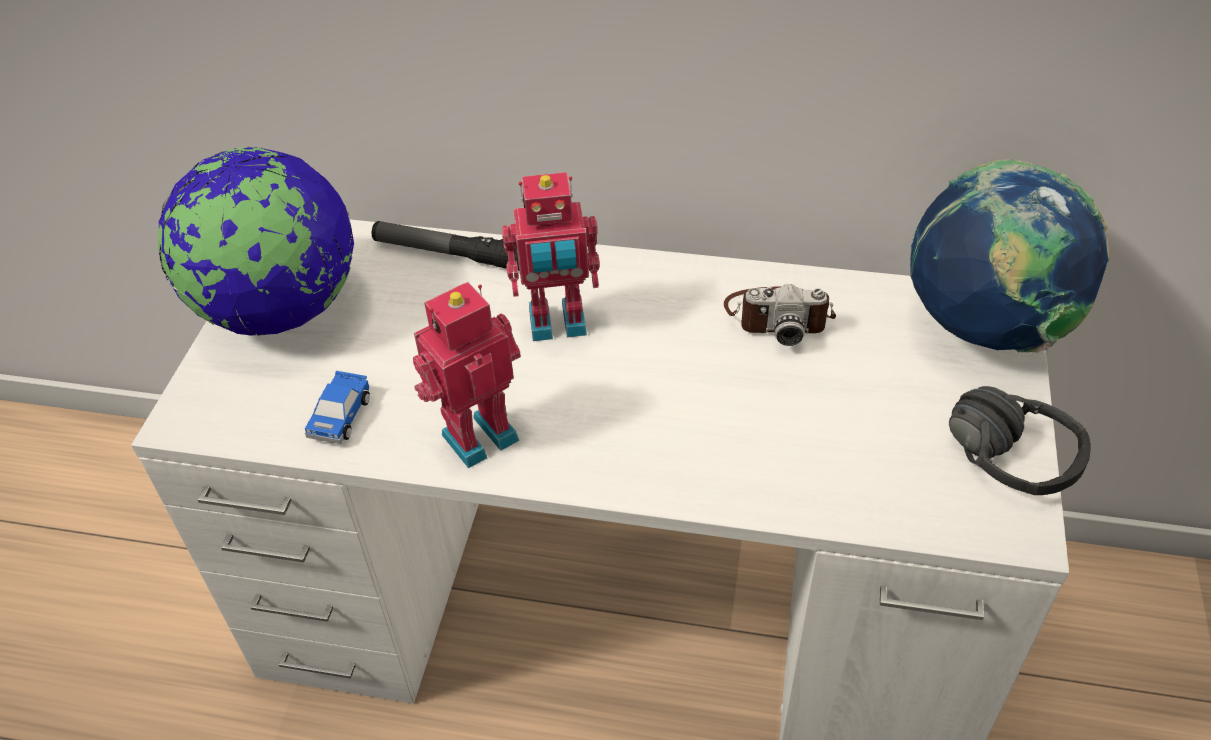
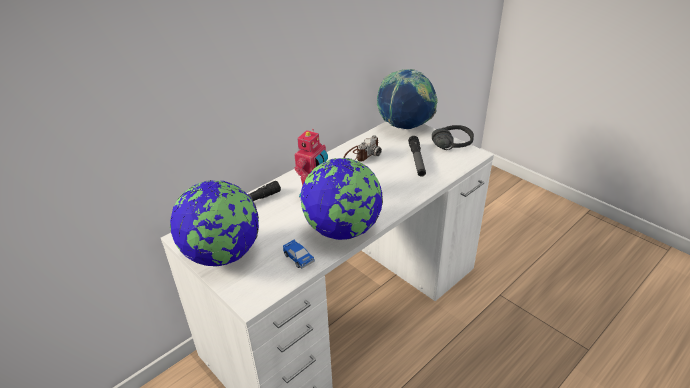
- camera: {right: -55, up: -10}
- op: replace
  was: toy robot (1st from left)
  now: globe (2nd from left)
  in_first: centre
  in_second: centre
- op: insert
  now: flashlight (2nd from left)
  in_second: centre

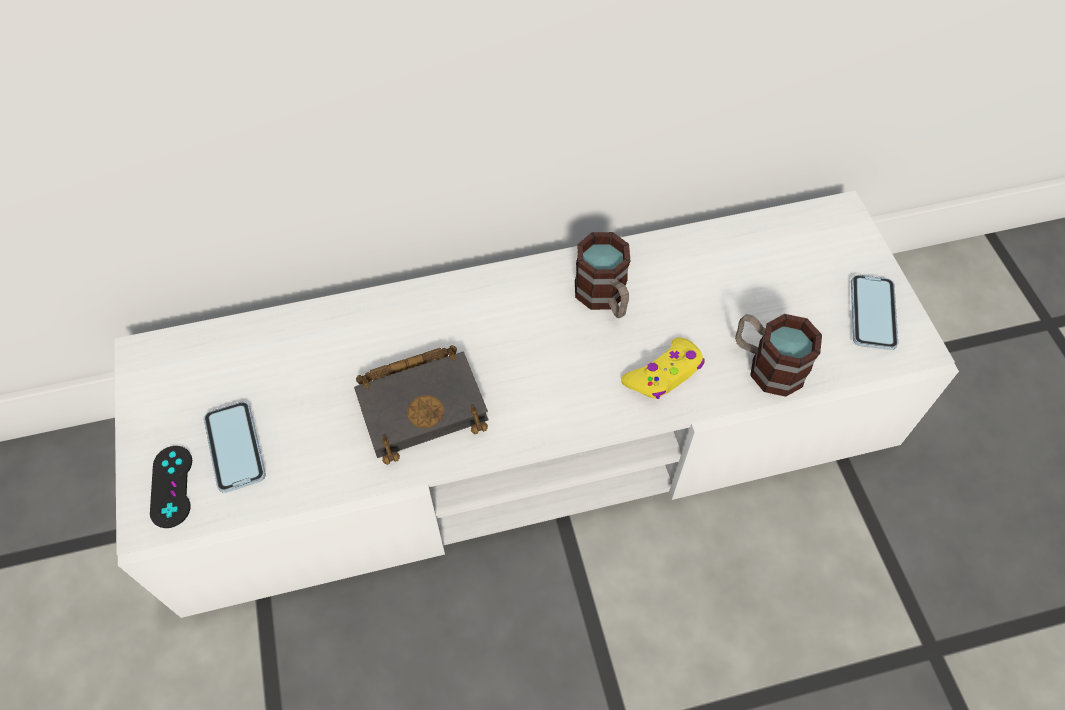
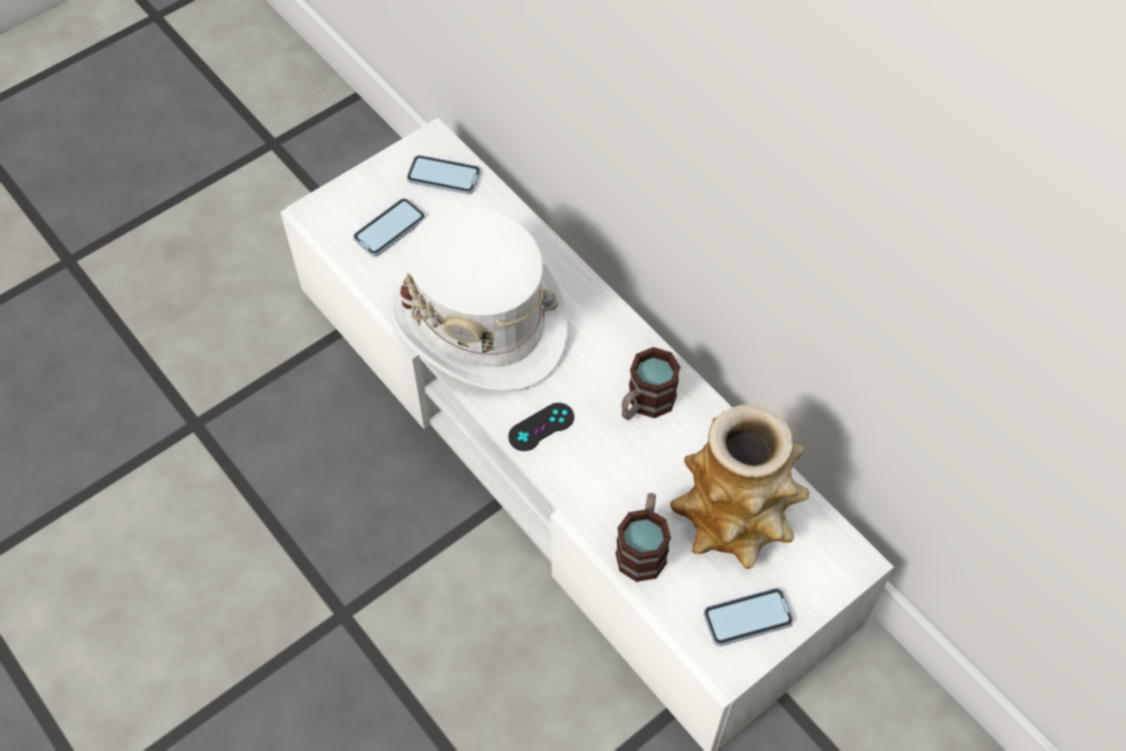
- camera: {right: 65, up: 0}
- op: replace
  was: black book
  now: white hat
  in_first: centre
  in_second: centre
- op: insert
  now: phone (2nd from left)
  in_second: top centre
- op: move
  was: black game controller
  in_first: bottom left
  in_second: centre
- op: insert
  now: vase
  in_second: centre
- op: delete
  was: yellow game controller
  in_first: centre

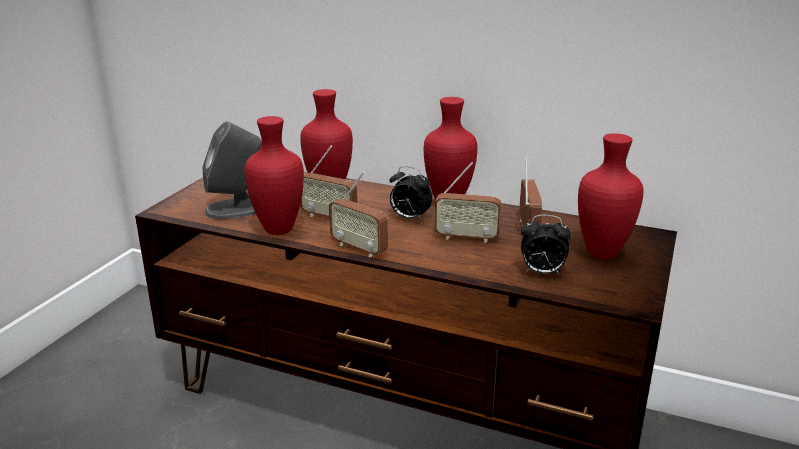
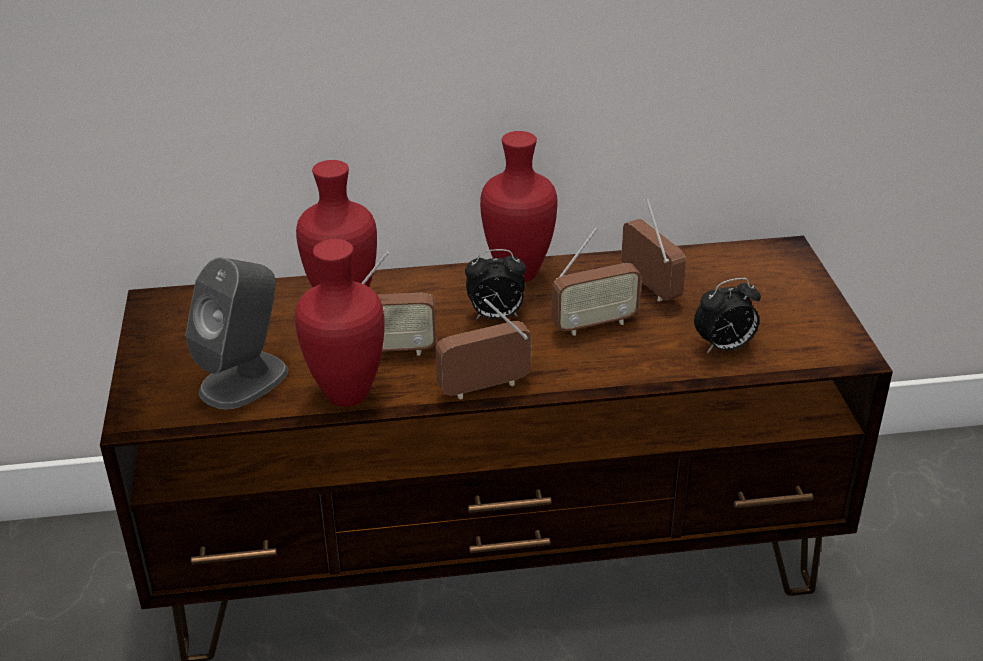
- camera: {right: -30, up: 10}
- op: rotate
  was: radio (2nd from left)
  in_first: centre
  in_second: centre
  clockwise: 150
- op: delete
  was: red vase (4th from left)
  in_first: middle right

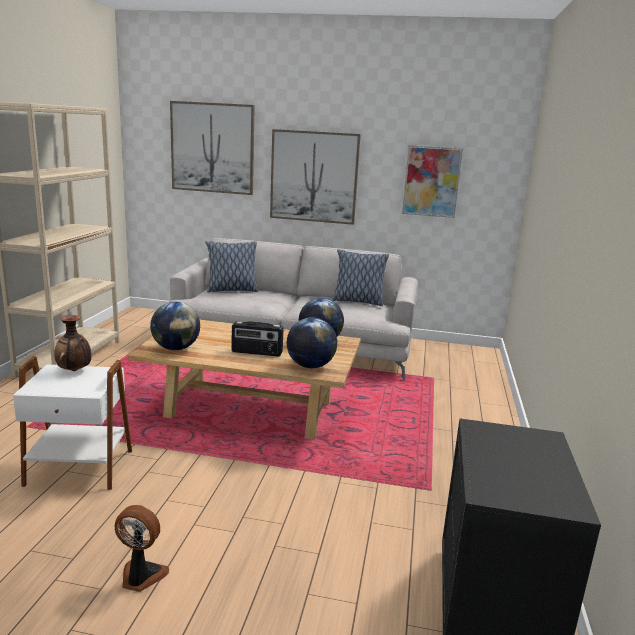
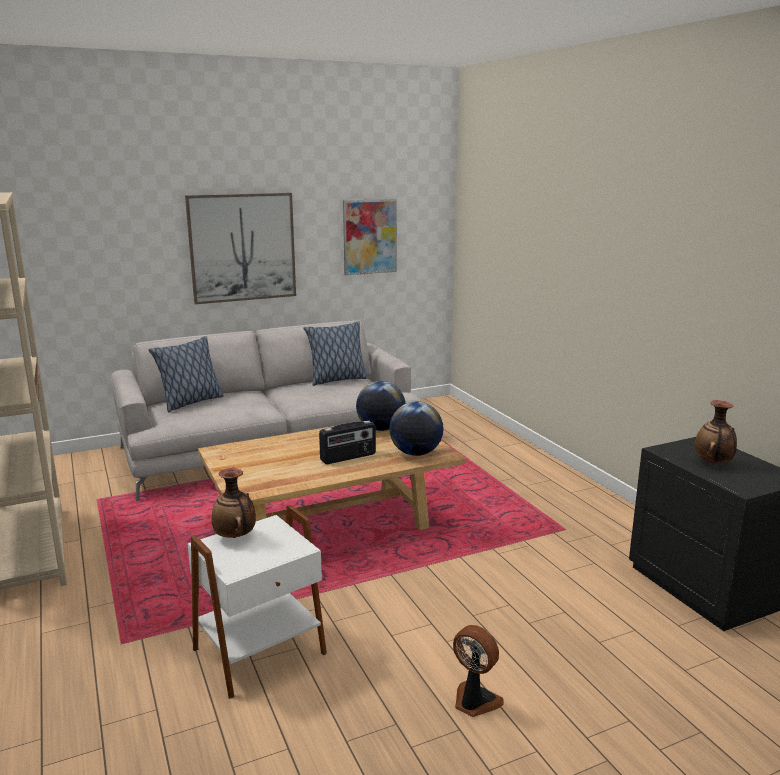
- camera: {right: -35, up: 0}
- op: rotate
  was: fan
  in_first: bottom left
  in_second: bottom centre
  clockwise: 60
- op: insert
  now: vase (2nd from left)
  in_second: middle right
- op: delete
  was: globe (1st from left)
  in_first: middle left
- op: delete
  was: picture (1st from left)
  in_first: top centre

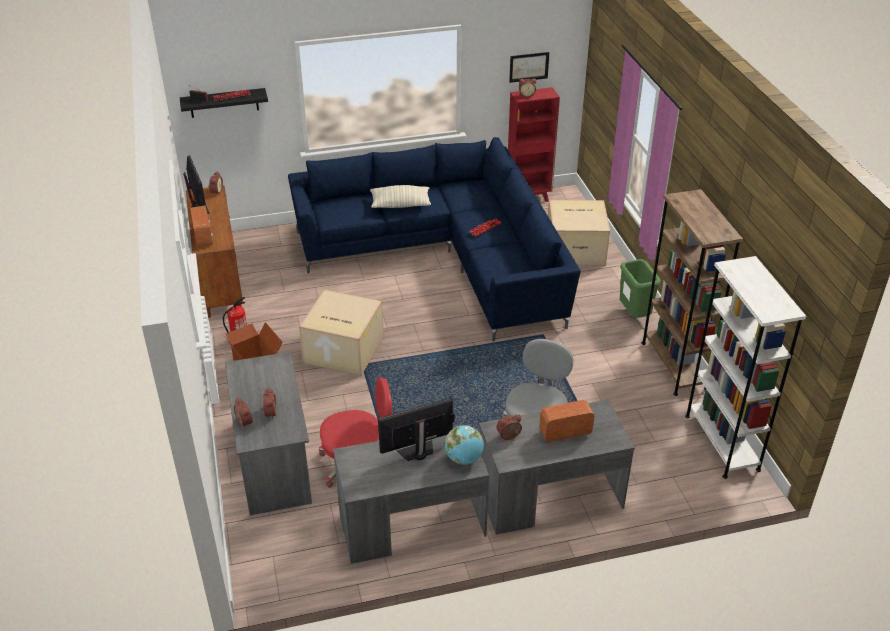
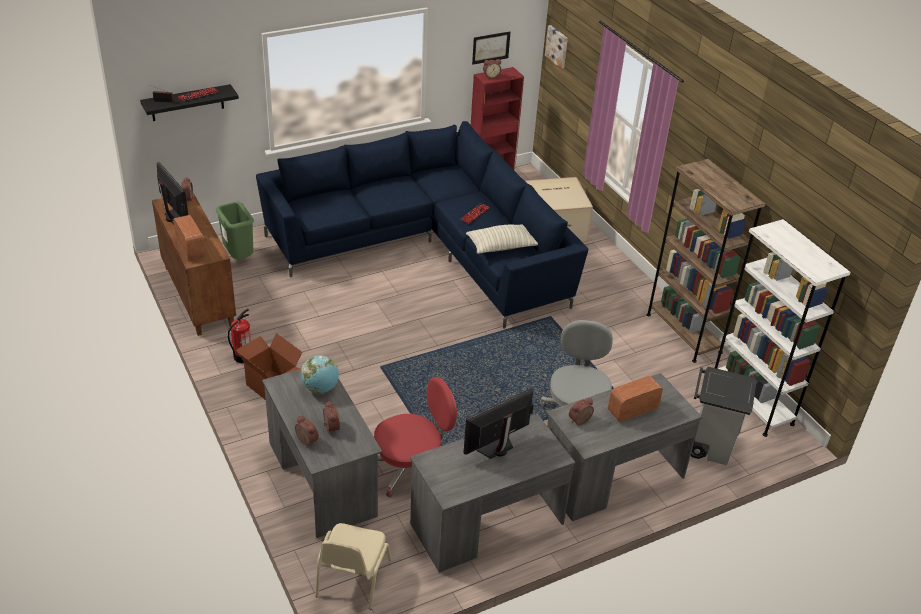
- camera: {right: -15, up: 0}
- op: move
  was: green trash can
  in_first: middle right
  in_second: middle left
- op: move
  was: globe
  in_first: bottom centre
  in_second: centre
- op: insert
  now: beige chair
  in_second: bottom centre
- op: move
  was: pillow
  in_first: top centre
  in_second: centre
- op: insert
  now: picture (2nd from left)
  in_second: top centre
- op: insert
  now: grey trash can
  in_second: bottom right
- op: delete
  was: cardboard box (2nd from left)
  in_first: centre

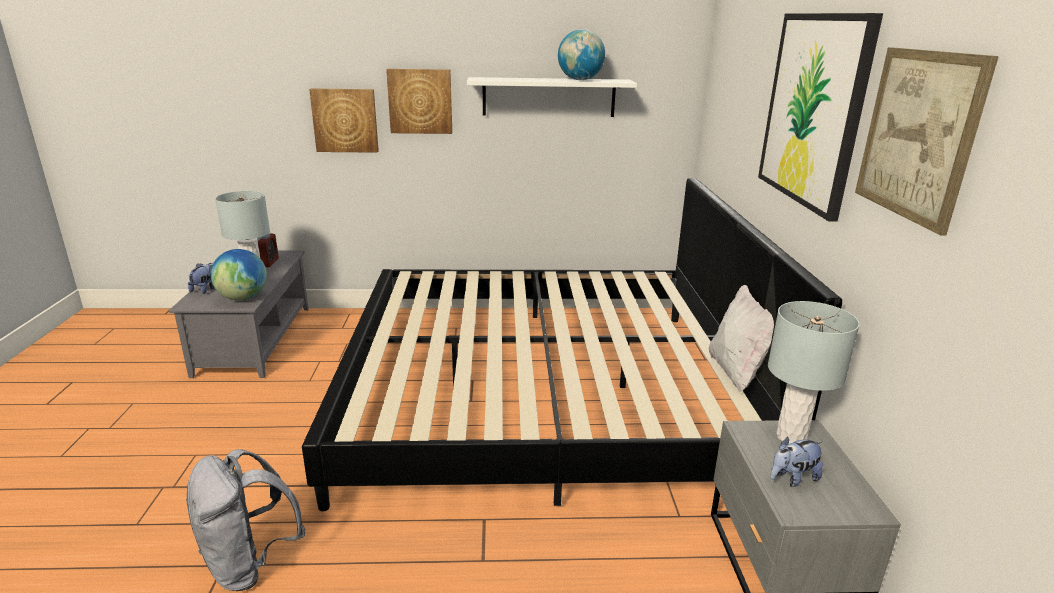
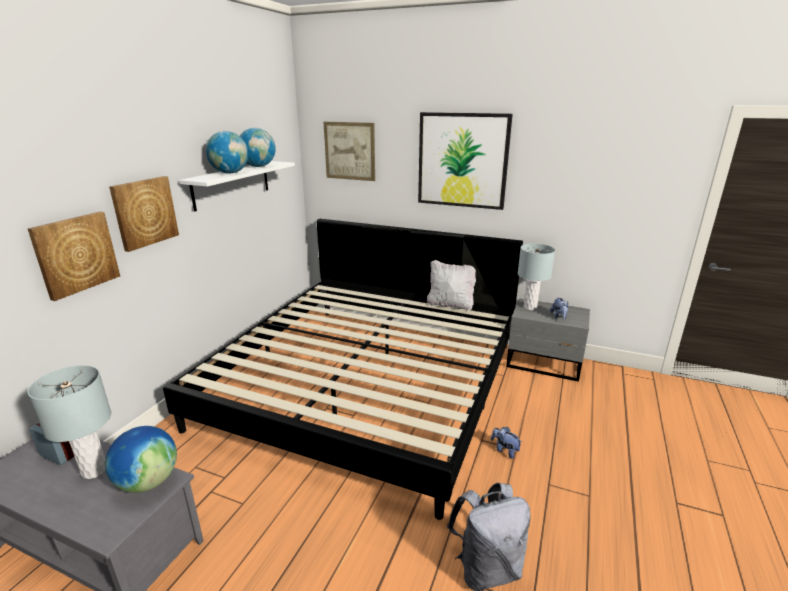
- camera: {right: -65, up: 0}
- op: insert
  now: globe (2nd from left)
  in_second: top left
- op: move
  was: picture (4th from left in the first image)
  now: picture (3rd from left)
  in_first: top right
  in_second: top centre
- op: move
  was: plush toy (1st from left)
  in_first: middle left
  in_second: bottom centre

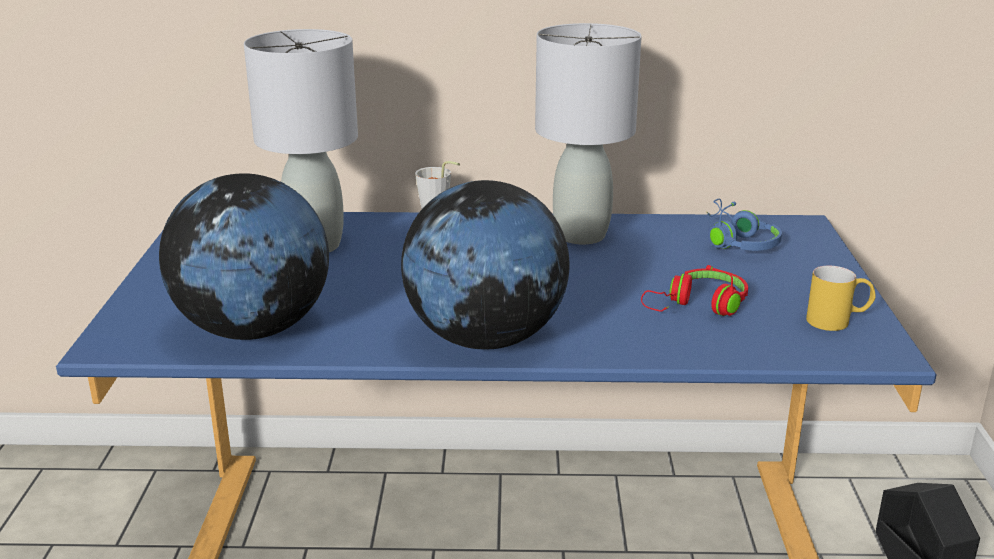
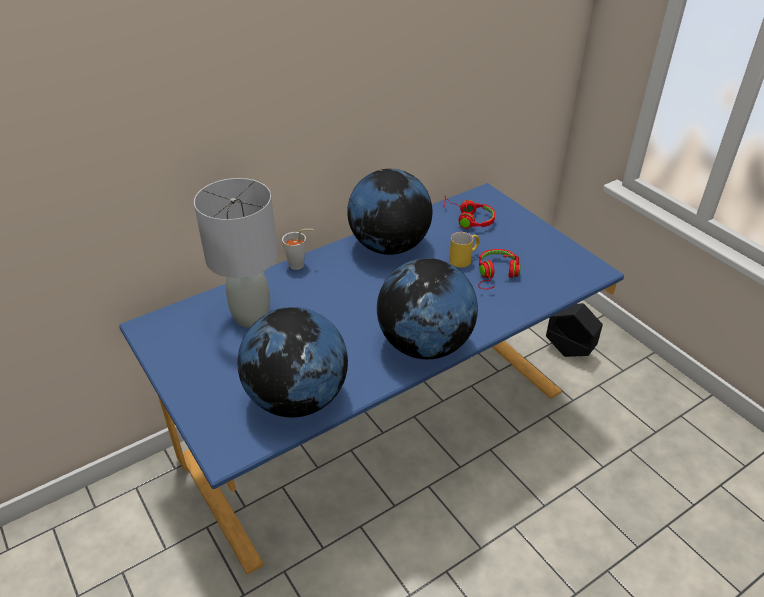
- camera: {right: -35, up: 15}
- op: replace
  was: grey table lamp (2nd from left)
  now: globe (2nd from left)
  in_first: top centre
  in_second: centre
- op: recolor
  was: blue headphones
  now: red headphones (1st from left)
  in_first: middle right
  in_second: centre
- op: move
  was: yellow mug
  in_first: middle right
  in_second: centre

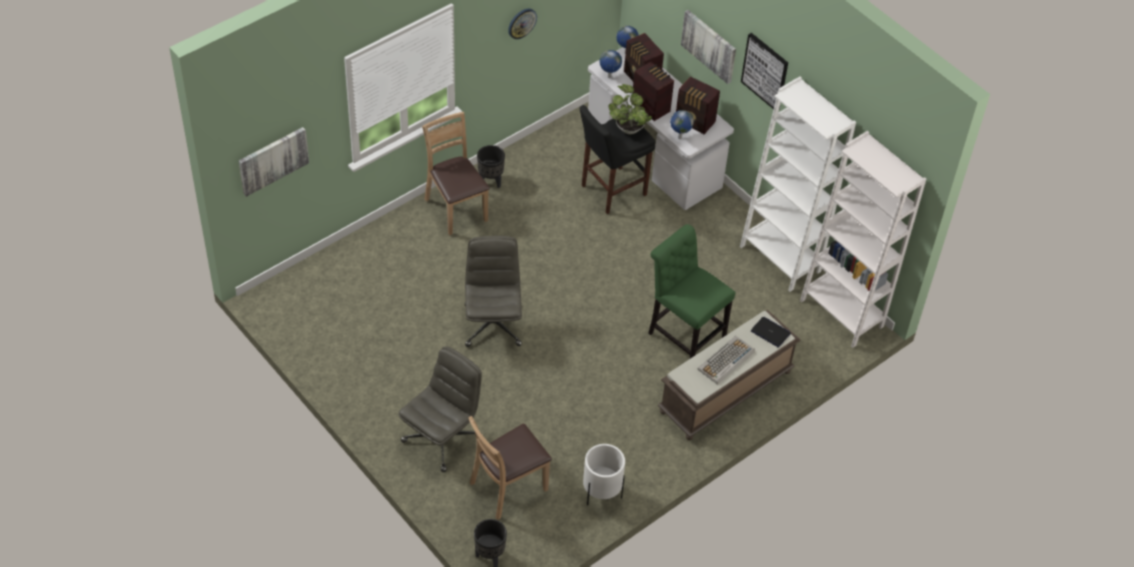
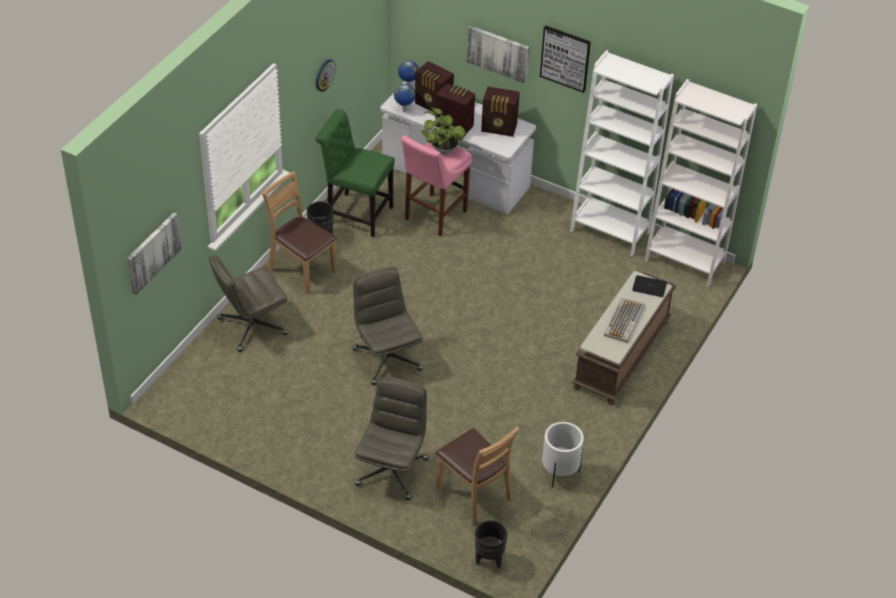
- camera: {right: -20, up: -5}
- op: insert
  now: grey office chair (1st from left)
  in_second: middle left
- op: move
  was: green chair
  in_first: centre
  in_second: top centre
- op: recolor
  was: black stool
  now: pink stool
  in_first: top centre
  in_second: top centre
- op: rotate
  was: brown chair (2nd from left)
  in_first: bottom centre
  in_second: bottom centre
  clockwise: -75
- op: delete
  was: globe (3rd from left)
  in_first: top centre

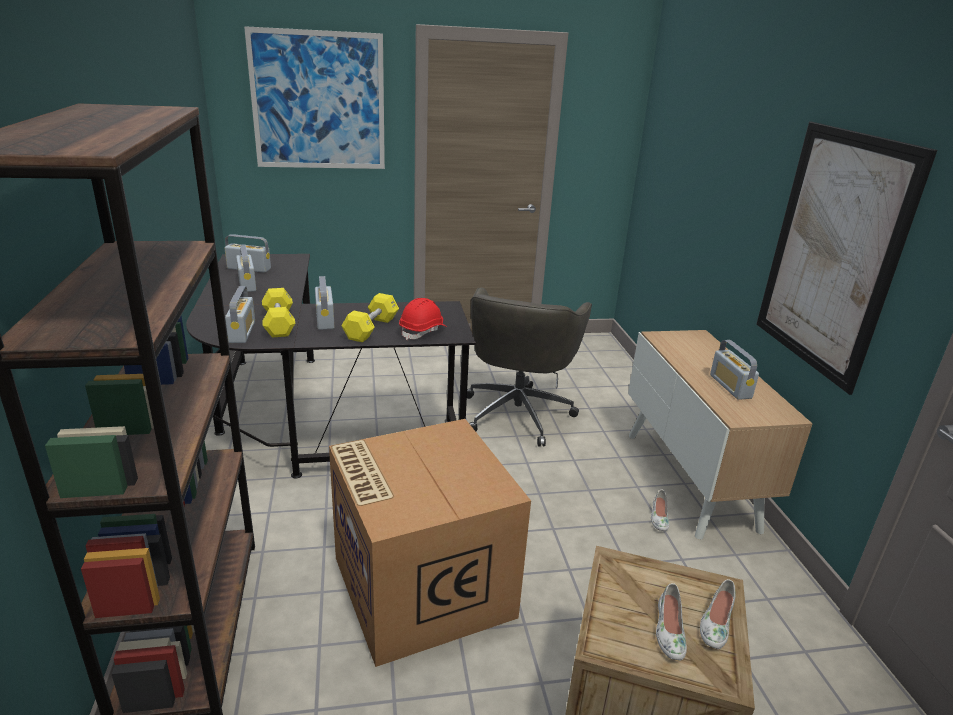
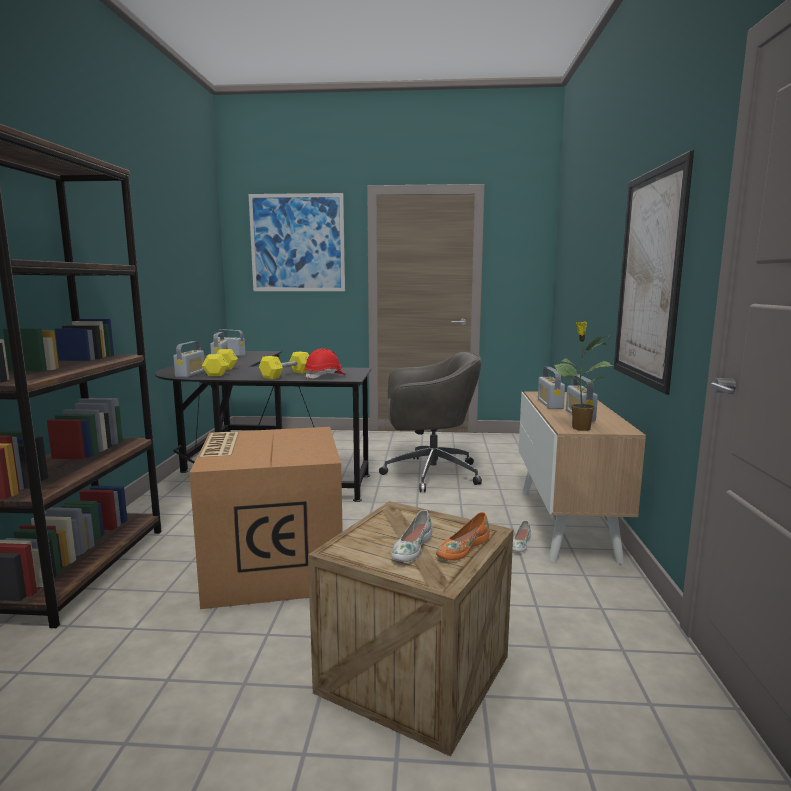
- camera: {right: 15, up: -15}
- op: rotate
  was: grey office chair
  in_first: centre
  in_second: centre
  clockwise: -120
- op: recolor
  was: white shoe (3rd from left)
  now: orange shoe
  in_first: bottom right
  in_second: bottom centre
- op: move
  was: radio (4th from left)
  in_first: centre
  in_second: middle right
- op: insert
  now: potted plant
  in_second: middle right

